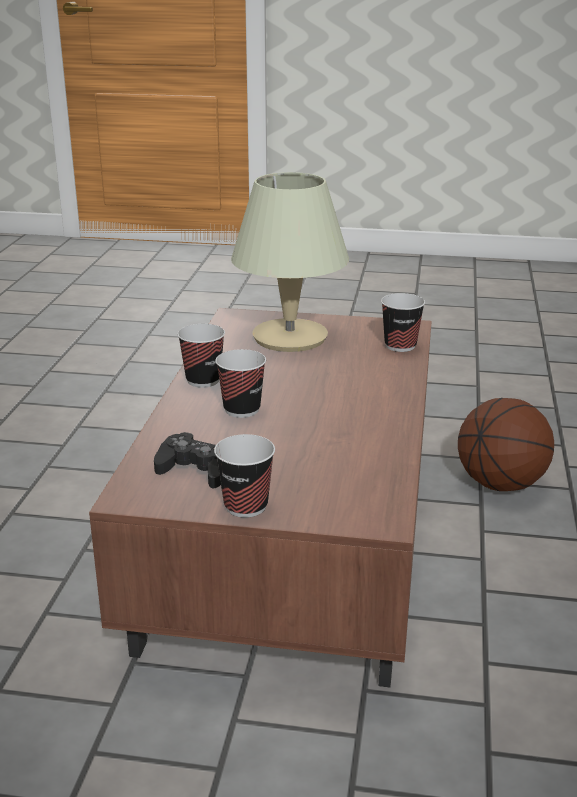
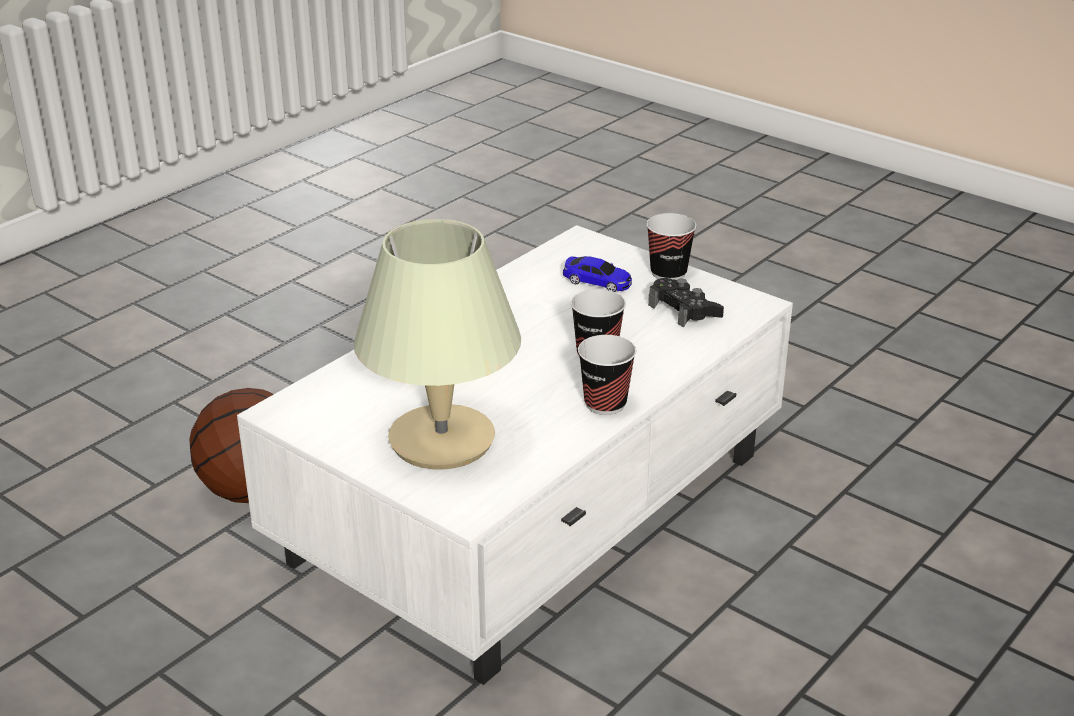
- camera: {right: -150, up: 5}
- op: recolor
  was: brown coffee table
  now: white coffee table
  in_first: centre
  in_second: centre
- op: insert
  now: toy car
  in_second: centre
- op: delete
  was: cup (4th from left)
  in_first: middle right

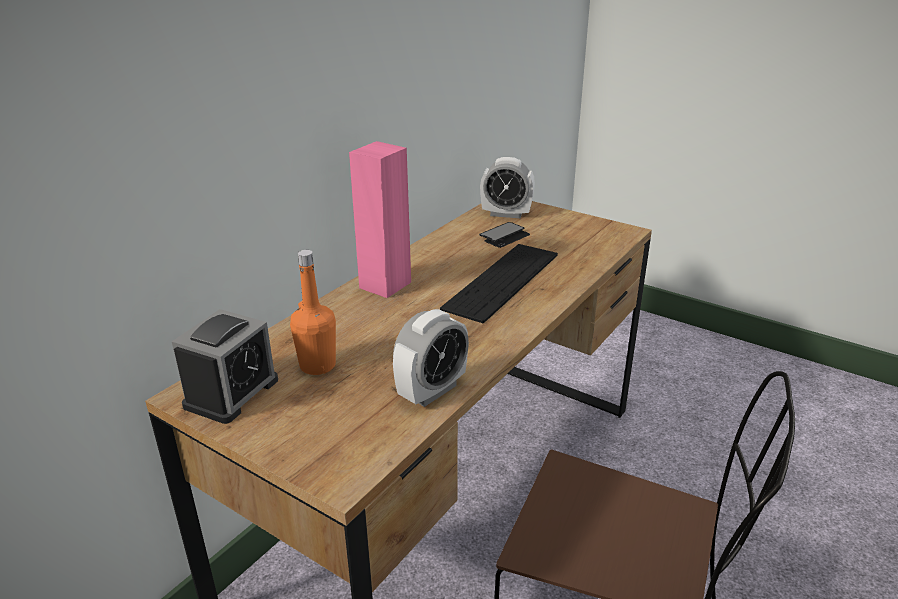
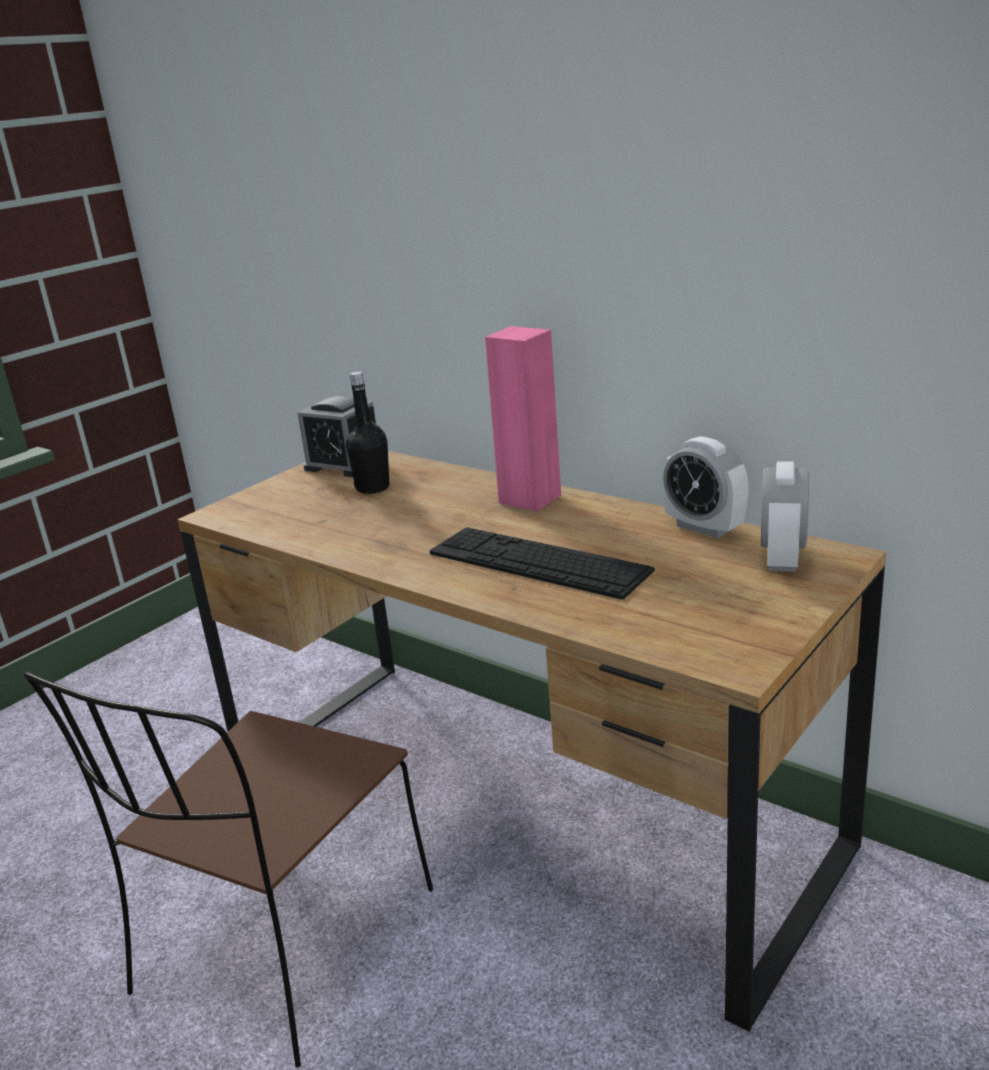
- camera: {right: 95, up: -5}
- op: recolor
  was: orange bottle
  now: black bottle
  in_first: centre
  in_second: centre
- op: move
  was: alarm clock (2nd from left)
  in_first: centre
  in_second: middle right
- op: delete
  was: phone
  in_first: centre

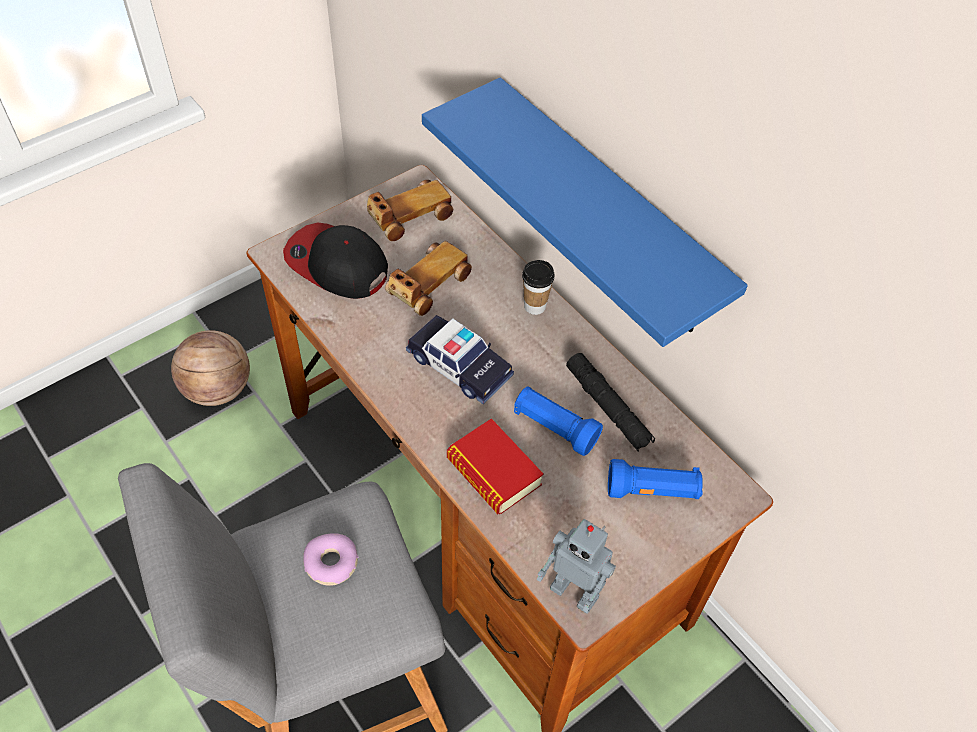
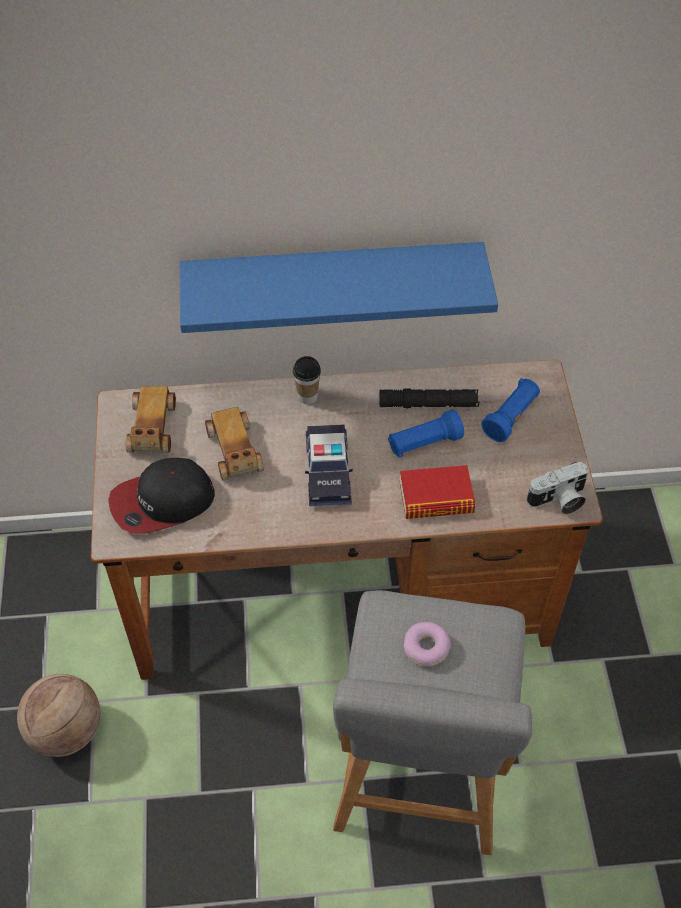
- camera: {right: -55, up: 0}
- op: rotate
  was: toy car (3rd from left)
  in_first: centre
  in_second: centre
  clockwise: 105
- op: replace
  was: toy robot
  now: photo camera
  in_first: bottom centre
  in_second: middle right

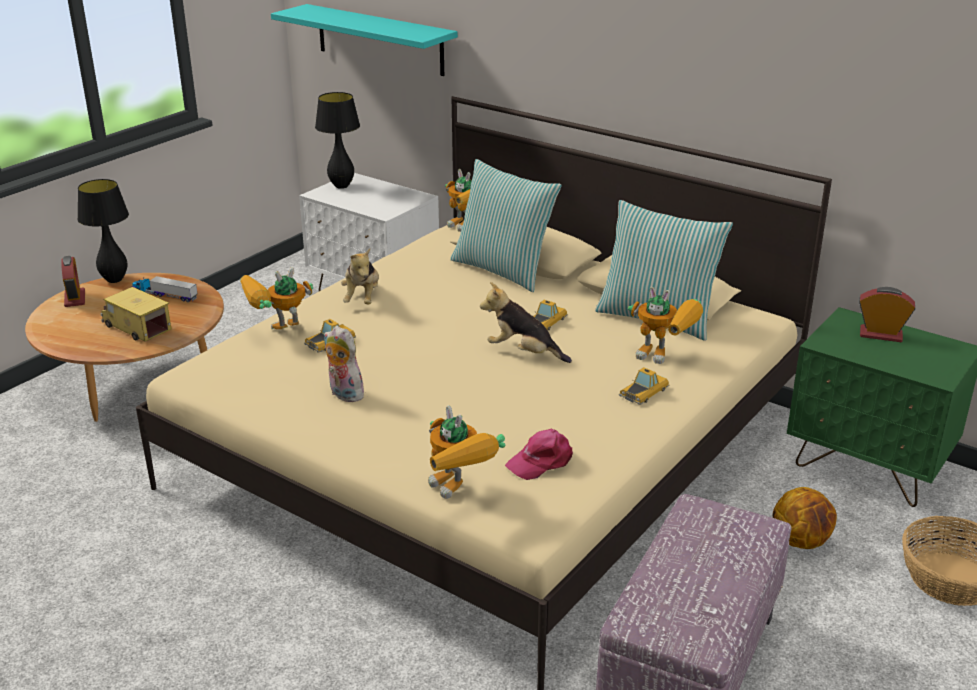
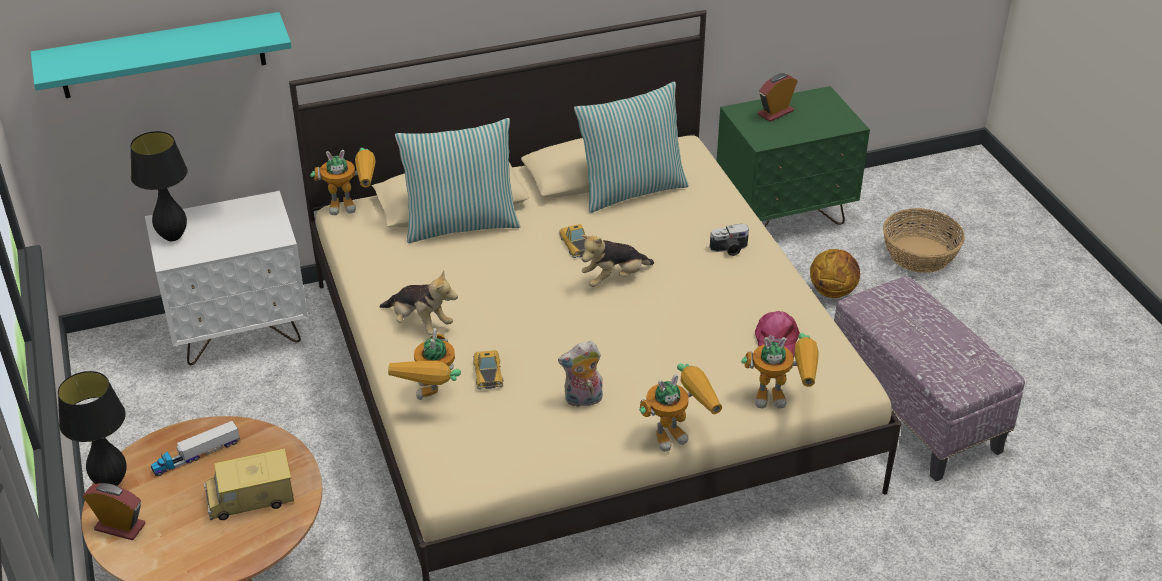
- camera: {right: -55, up: 10}
- op: move
  was: toy robot (4th from left in the first image)
  now: toy robot (3rd from left)
  in_first: middle right
  in_second: bottom centre
- op: replace
  was: toy car (3rd from left)
  now: photo camera
  in_first: centre
  in_second: centre

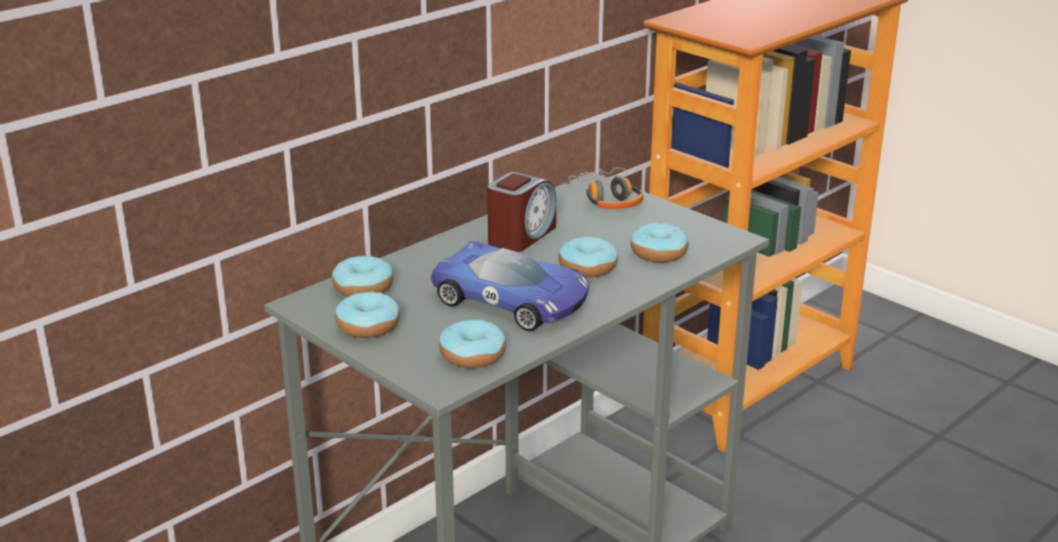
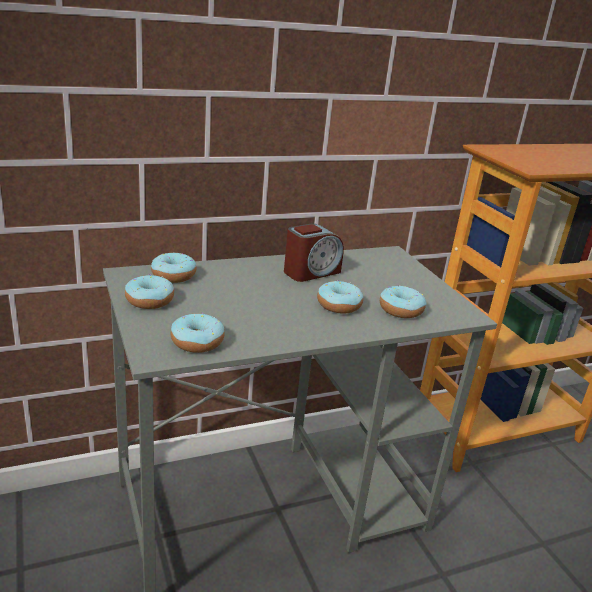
- camera: {right: 20, up: 0}
- op: delete
  was: toy car
  in_first: centre
- op: delete
  was: headphones
  in_first: centre

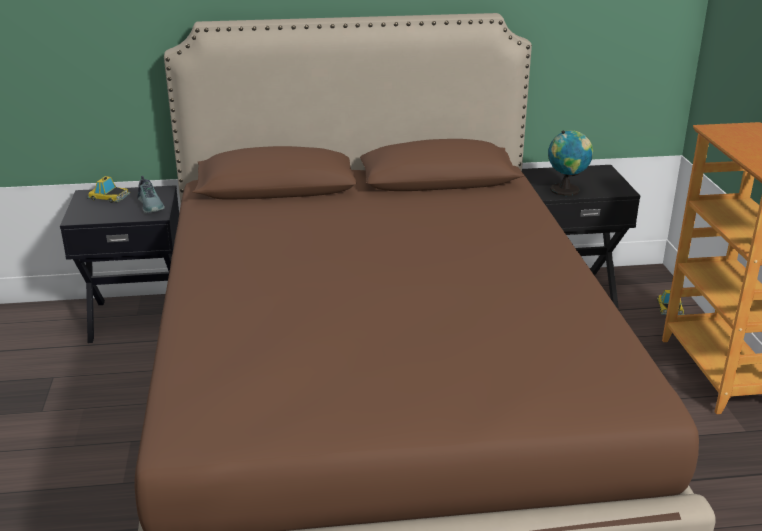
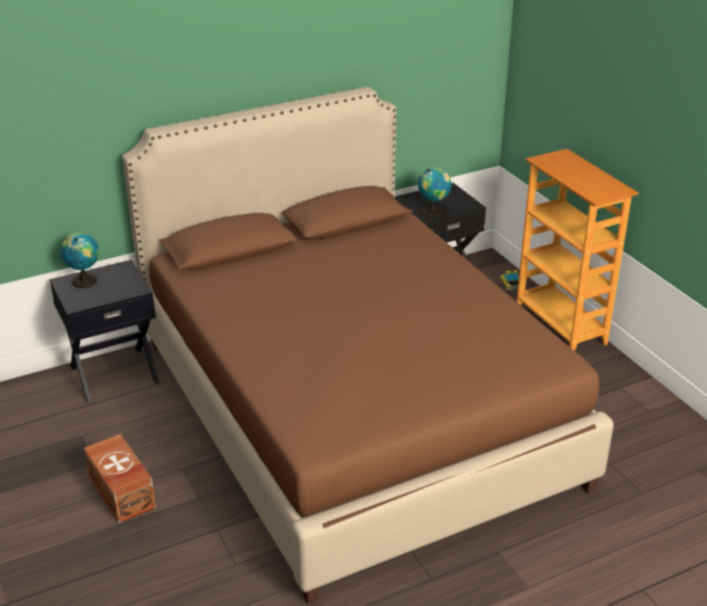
- camera: {right: -20, up: 5}
- op: replace
  was: toy car (1st from left)
  now: globe (1st from left)
  in_first: middle left
  in_second: middle left
- op: insert
  now: brown storage box
  in_second: bottom left
- op: delete
  was: shoe
  in_first: middle left

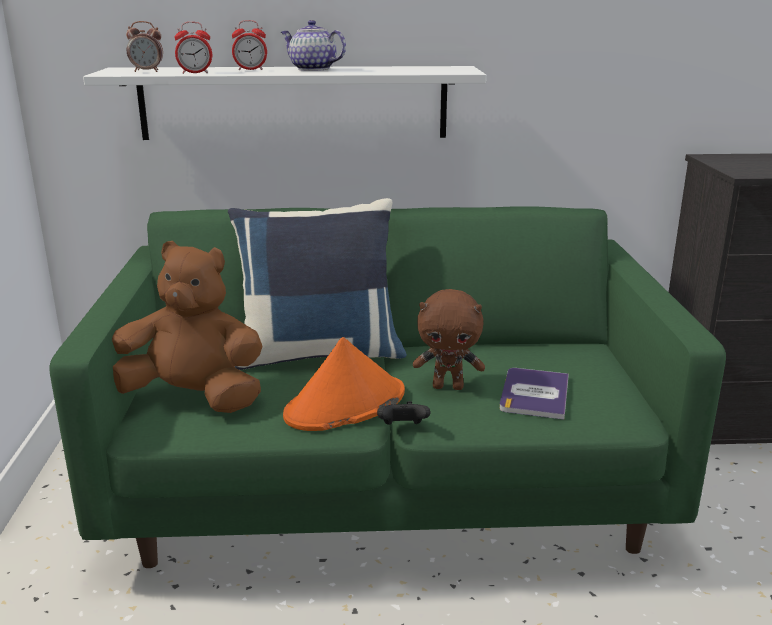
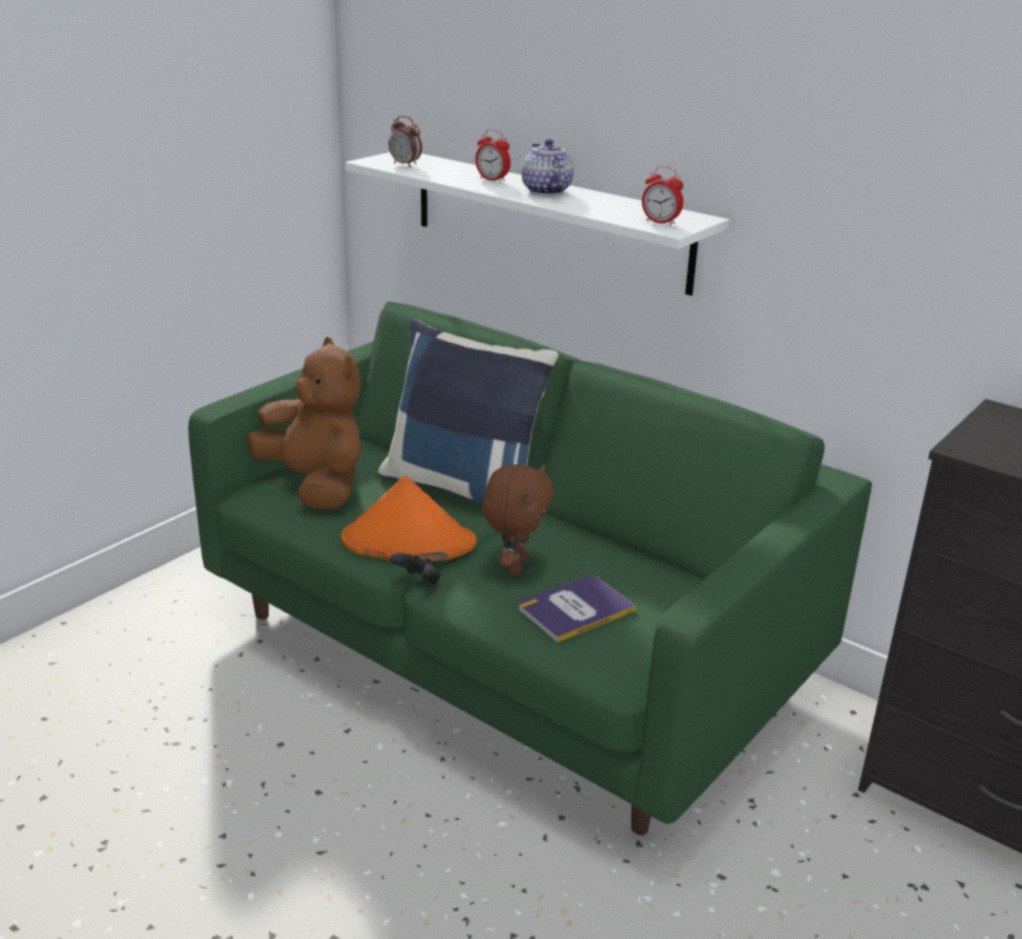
- camera: {right: 40, up: 5}
- op: rotate
  was: brown plush toy (2nd from left)
  in_first: centre
  in_second: centre
  clockwise: -120
- op: move
  was: alarm clock (2nd from left in the first image)
  now: alarm clock (3rd from left)
  in_first: top left
  in_second: top centre

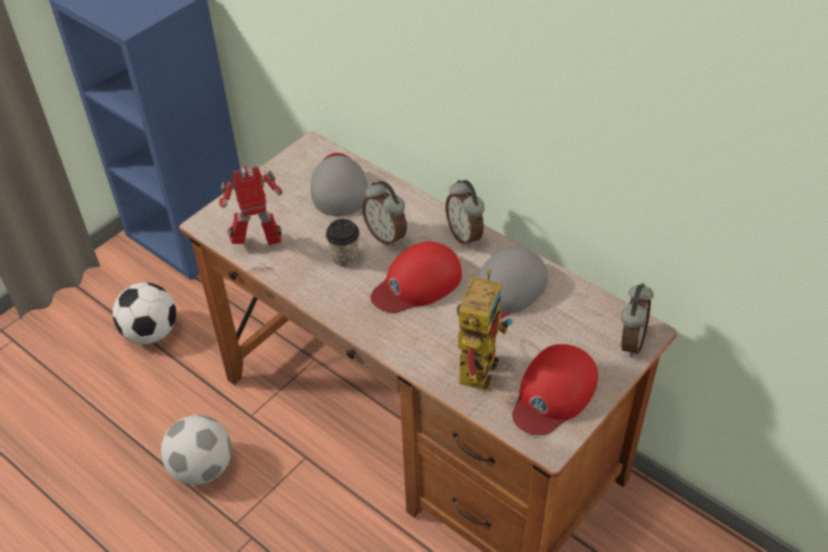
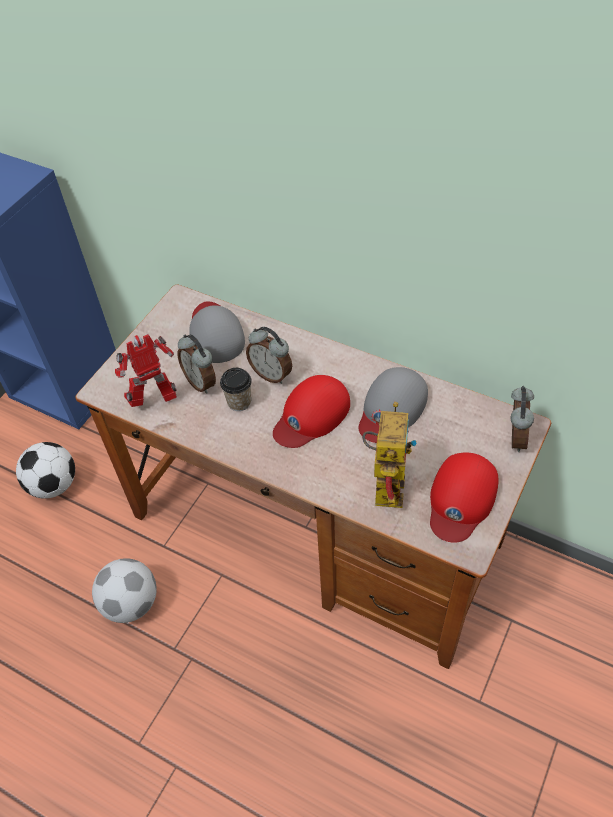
- camera: {right: -10, up: 5}
- op: move
  was: alarm clock (2nd from left in the first image)
  now: alarm clock (1st from left)
  in_first: centre
  in_second: middle left

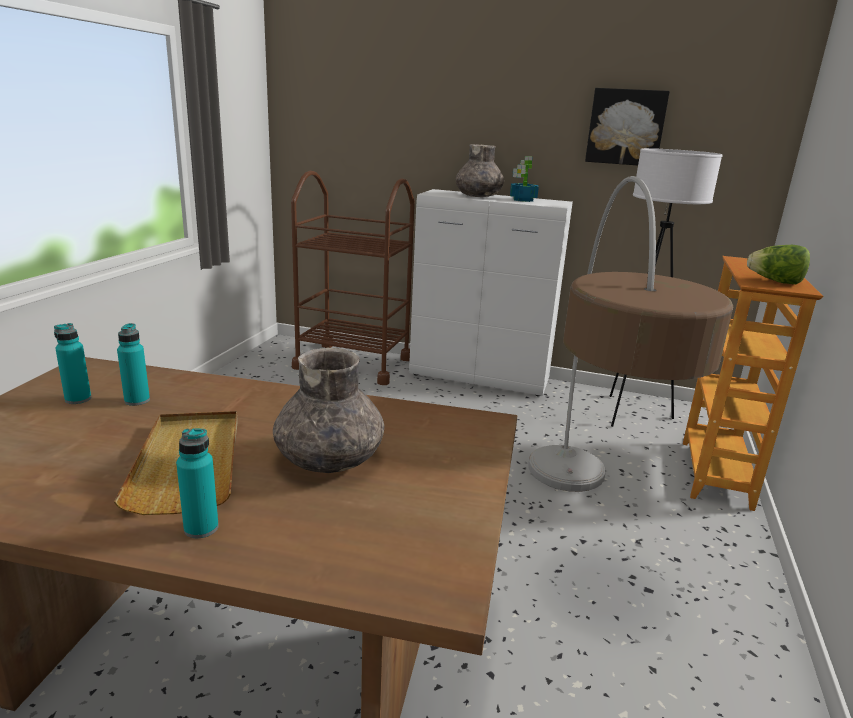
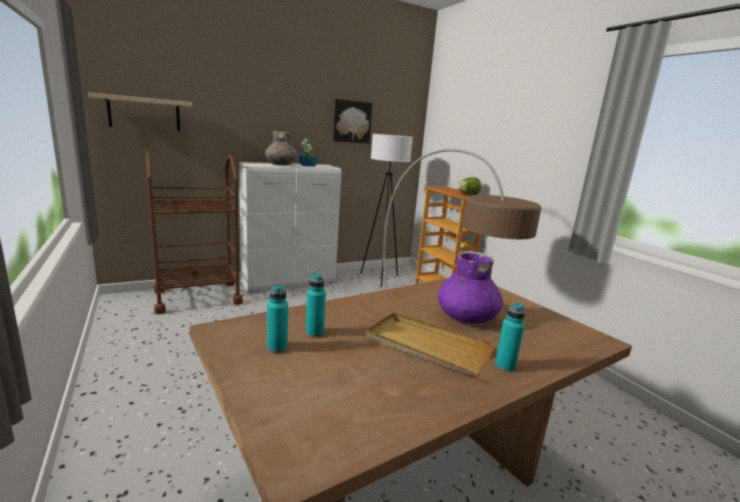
- camera: {right: -45, up: -5}
- op: insert
  now: beige shelf
  in_second: top left
- op: recolor
  was: grey vase (1st from left)
  now: purple vase
  in_first: centre
  in_second: centre

